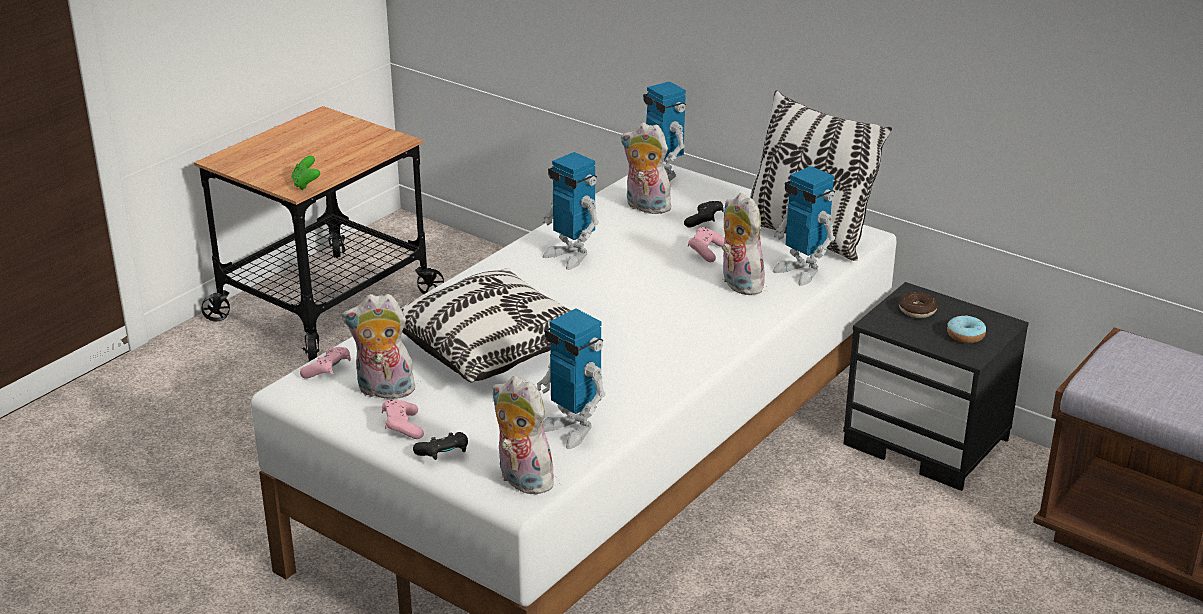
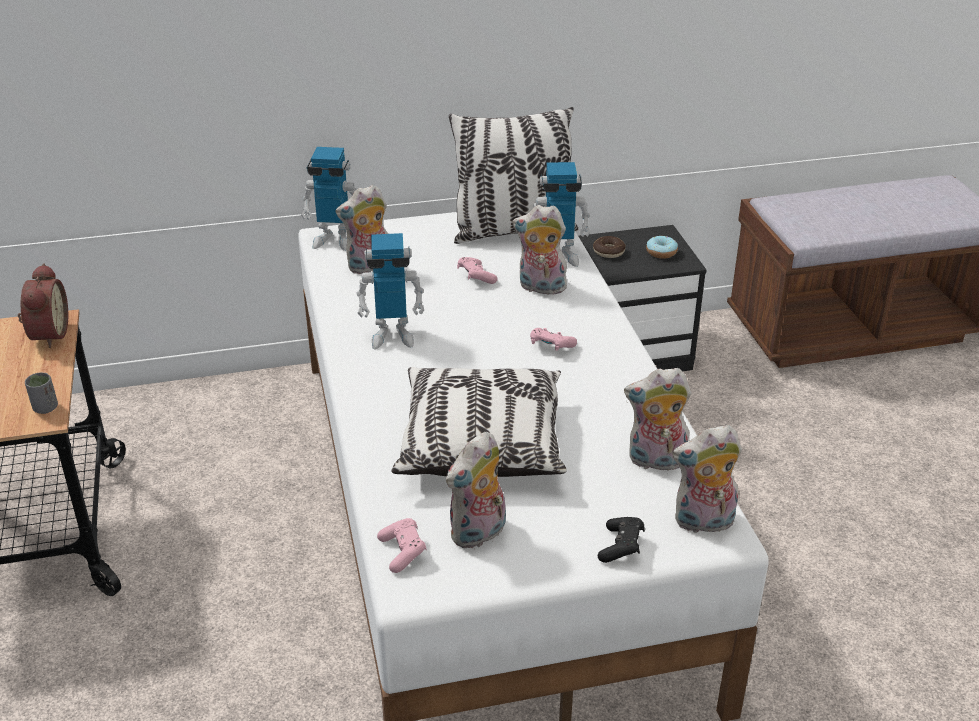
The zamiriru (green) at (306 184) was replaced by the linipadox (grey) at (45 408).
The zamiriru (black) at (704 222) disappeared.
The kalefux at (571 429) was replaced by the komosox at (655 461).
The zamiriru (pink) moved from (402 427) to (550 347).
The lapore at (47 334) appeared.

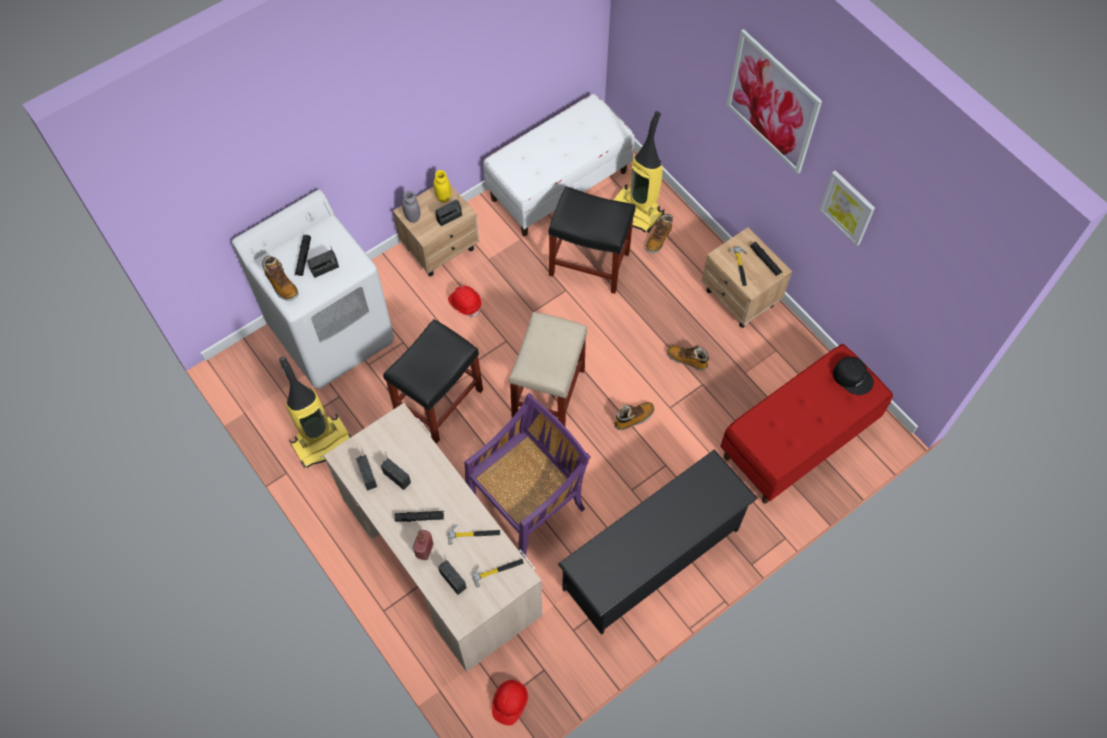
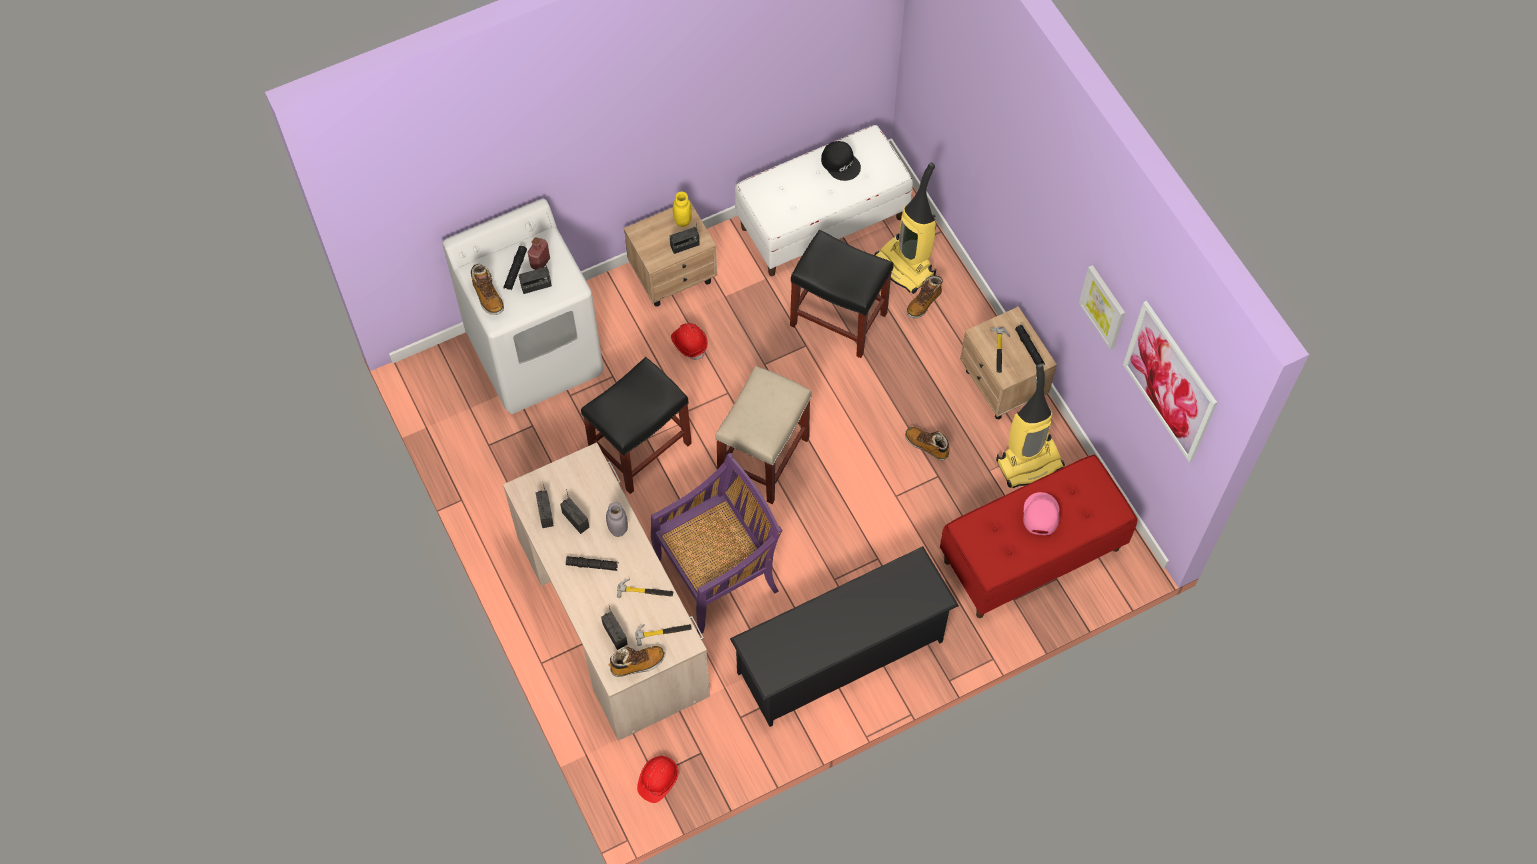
The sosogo moved from (772 102) to (1169 381).
The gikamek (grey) moved from (412 217) to (618 528).
The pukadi moved from (322 441) to (1029 462).
The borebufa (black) moved from (853 377) to (841 163).
The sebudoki moved from (633 418) to (637 664).
The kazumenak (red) moved from (424 550) to (540 262).
The borebufa (pink) at (1040 514) appeared.

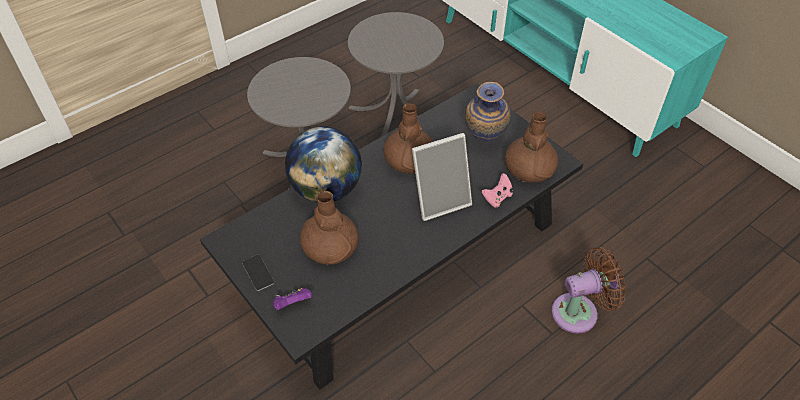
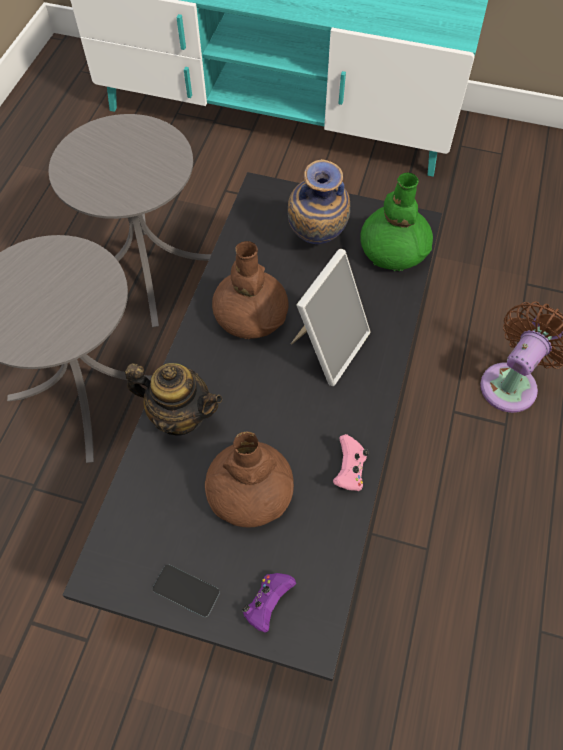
The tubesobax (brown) at (529 169) became the tubesobax (green) at (393 251).
The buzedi at (326 189) was replaced by the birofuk at (180 415).
The zamiriru (pink) moved from (497 198) to (349 471).

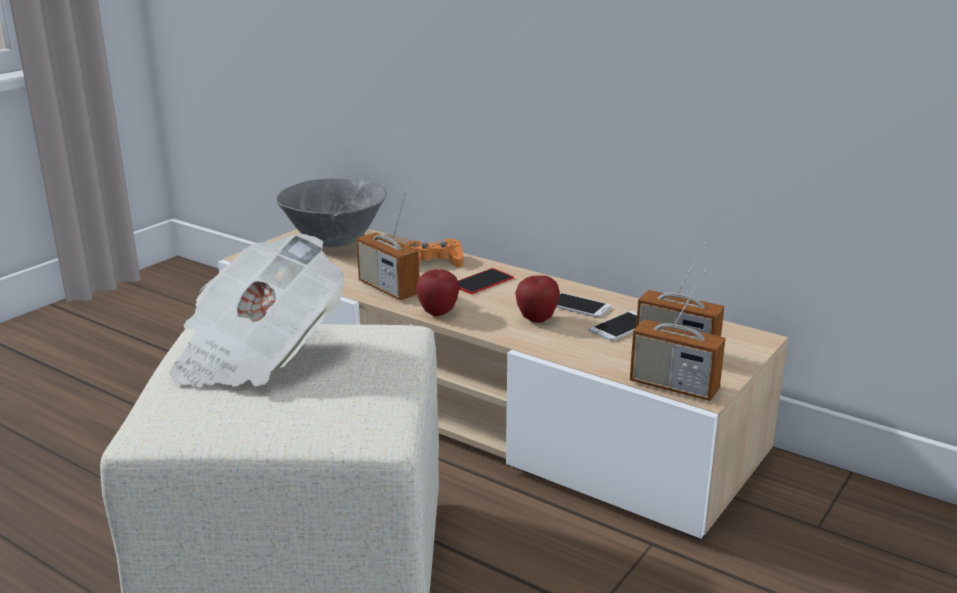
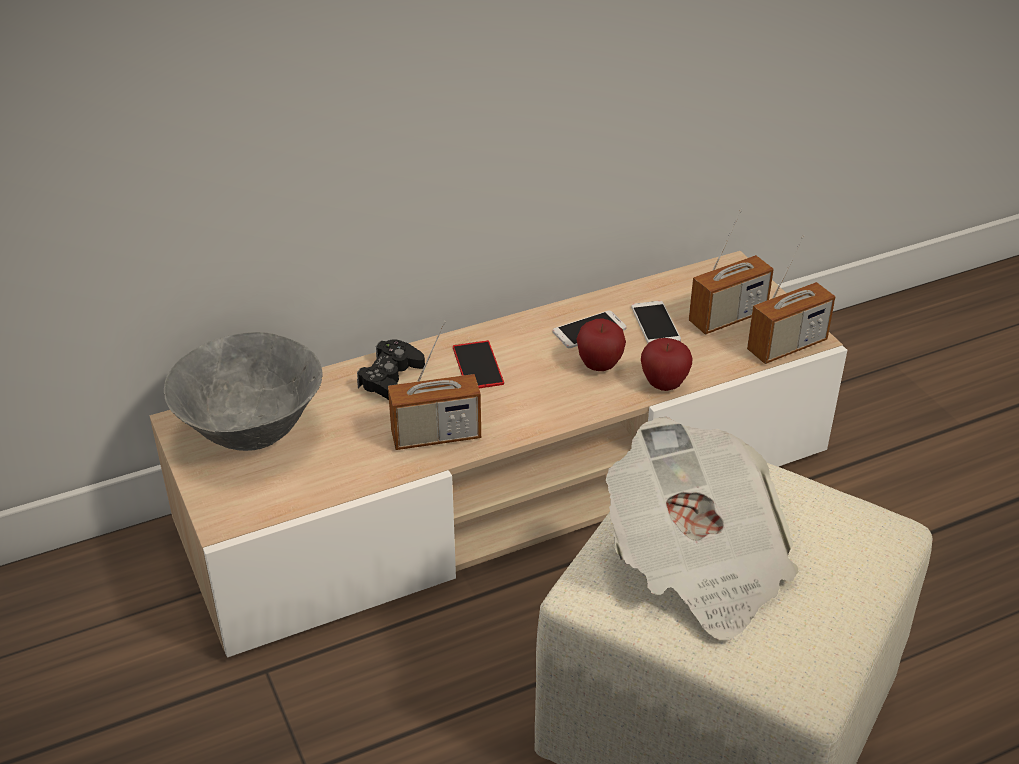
The zamiriru (orange) at (433 261) became the zamiriru (black) at (391 379).
The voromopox moved from (438 313) to (664 385).

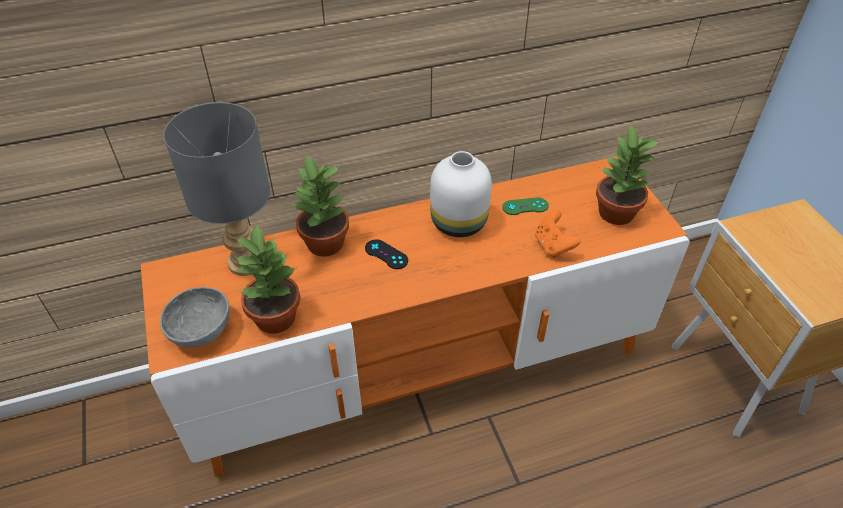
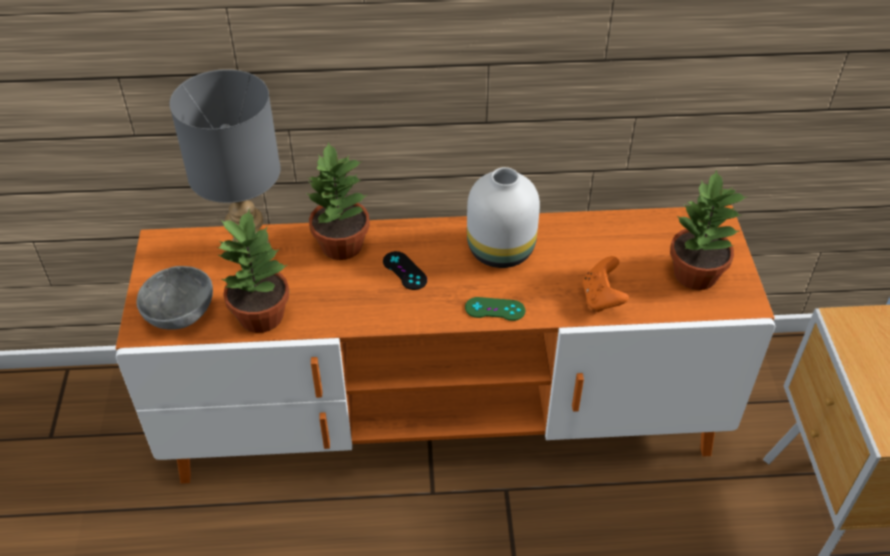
The zamiriru (green) moved from (525 206) to (495 309).

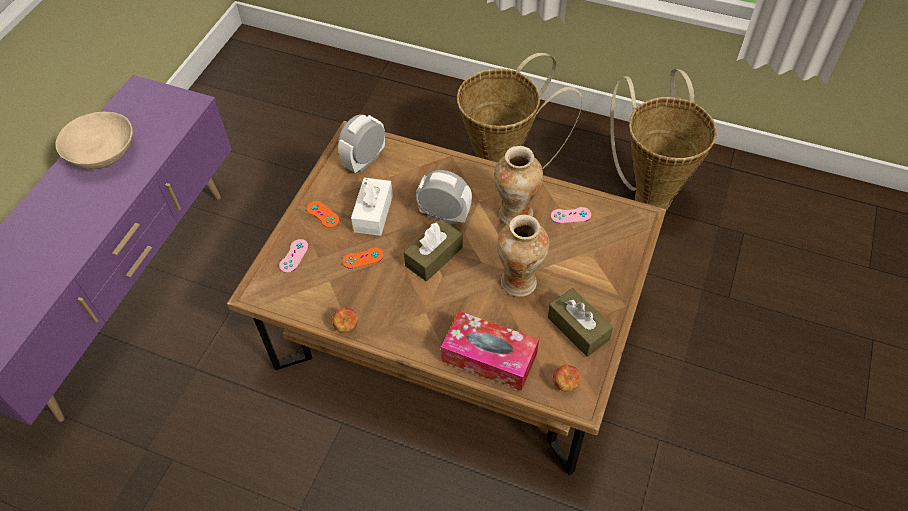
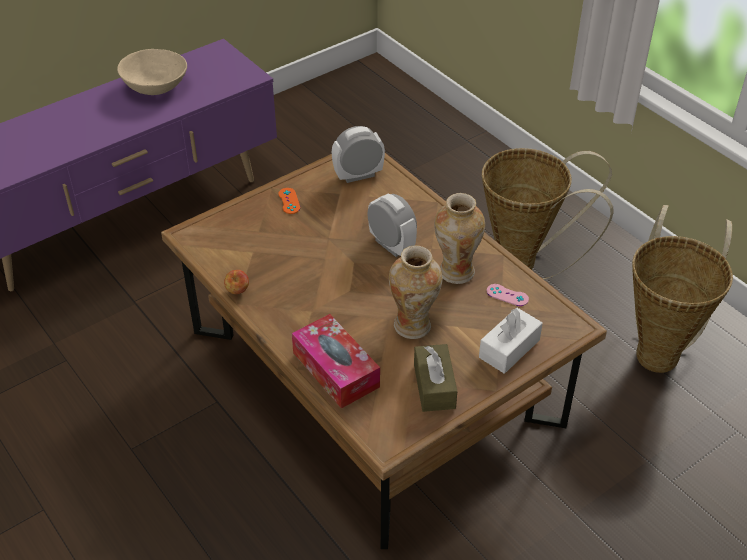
The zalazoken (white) moved from (373 213) to (509 349).
The zalazoken (brown) at (434 256) disappeared.
The zamiriru (pink) at (294 256) disappeared.
The zamiriru (orange) at (363 258) disappeared.
The voromopox at (565 384) disappeared.

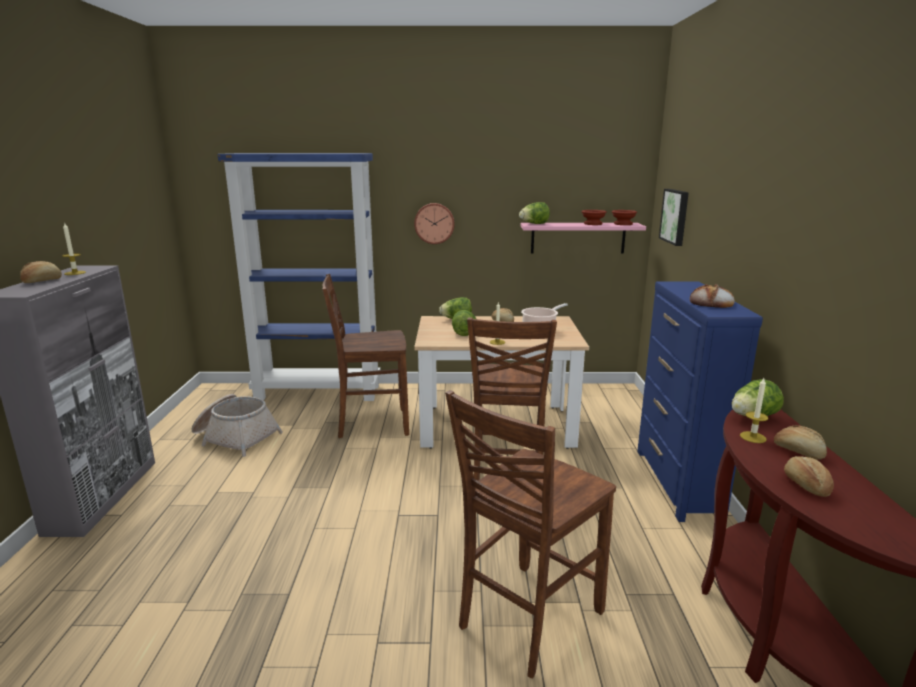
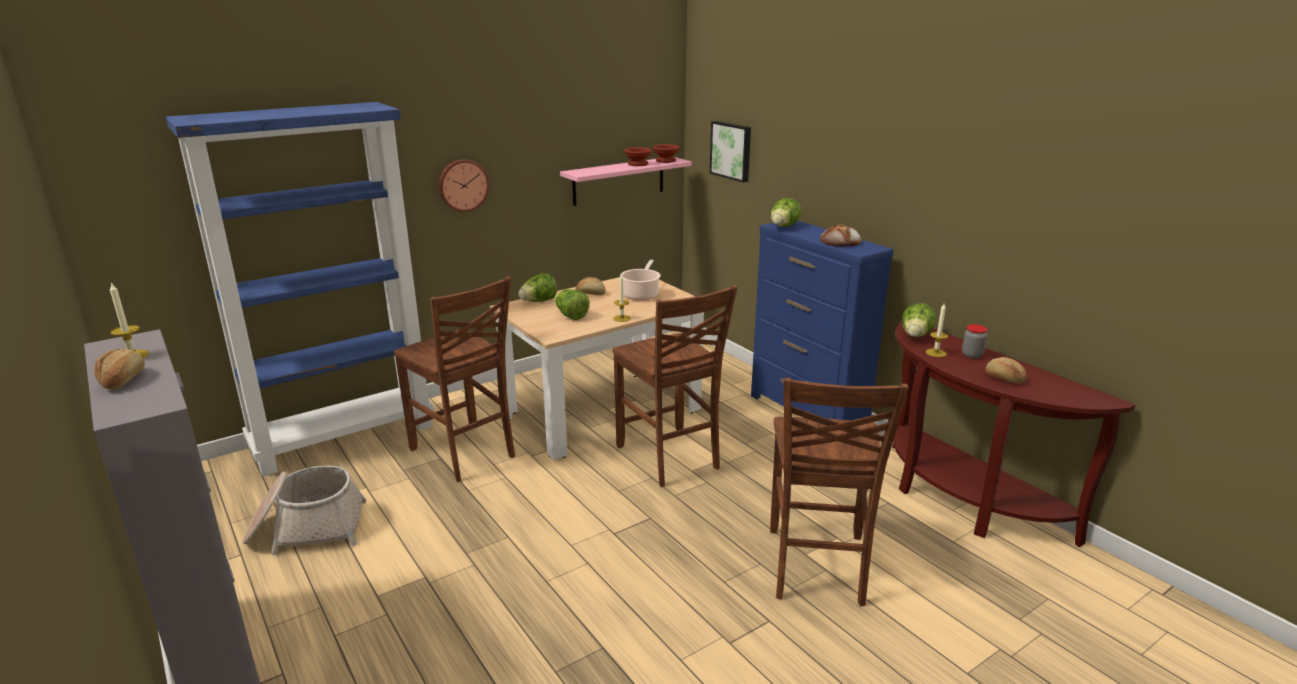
The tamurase moved from (534 224) to (783 227).
The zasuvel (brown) at (371 424) turned 90 degrees counterclockwise.
The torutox at (798 451) was replaced by the gikamek at (972 355).

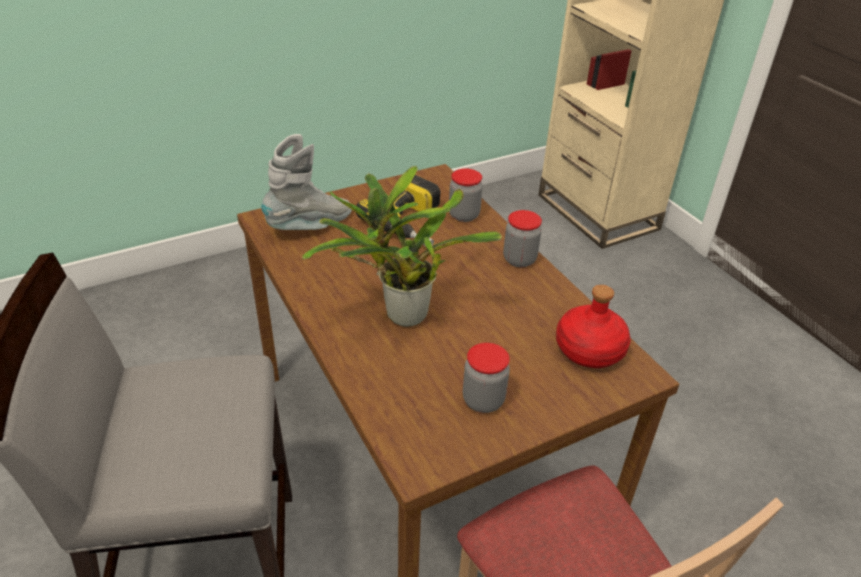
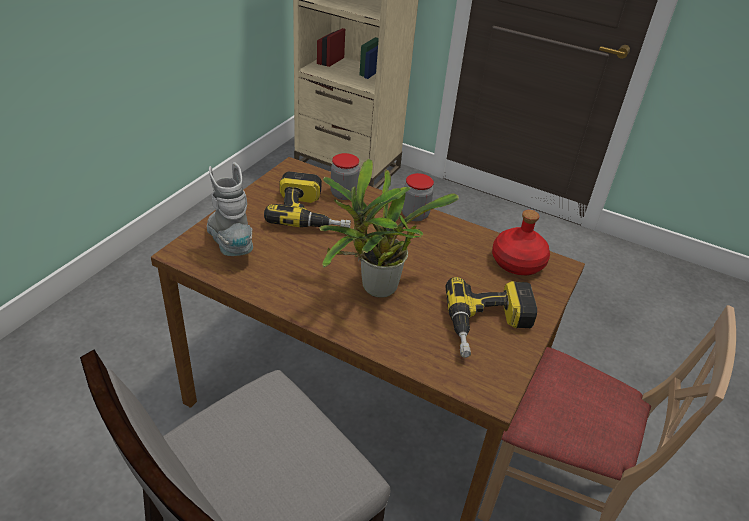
The sebudoki (grey) at (311 226) turned 45 degrees counterclockwise.
The gikamek at (483 400) was replaced by the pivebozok at (489 327).

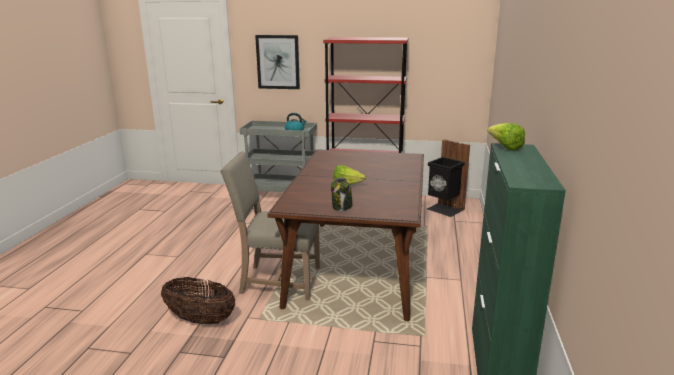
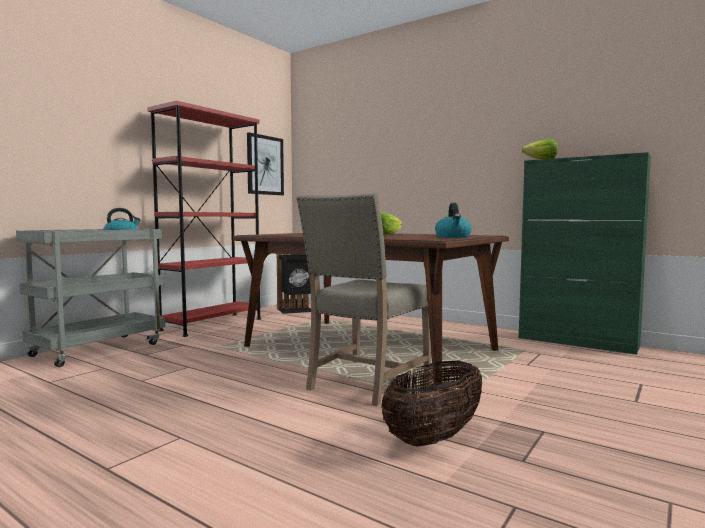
The sosogo moved from (278 62) to (265 165).
The gikamek at (342 207) was replaced by the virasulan at (453 237).

